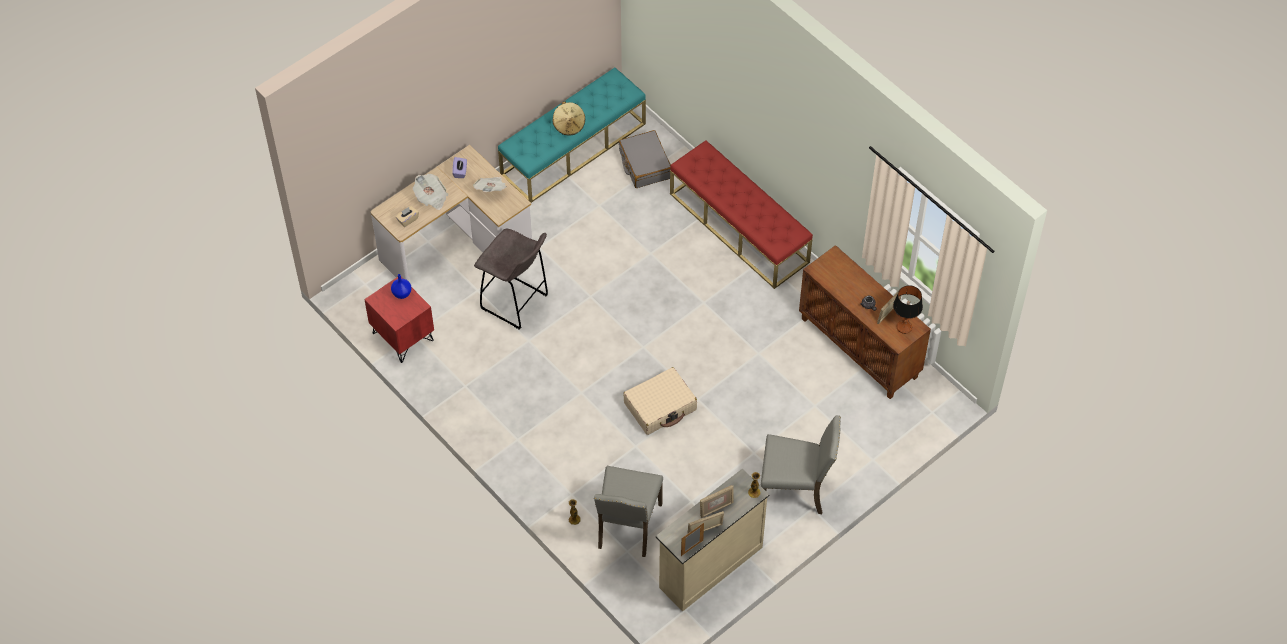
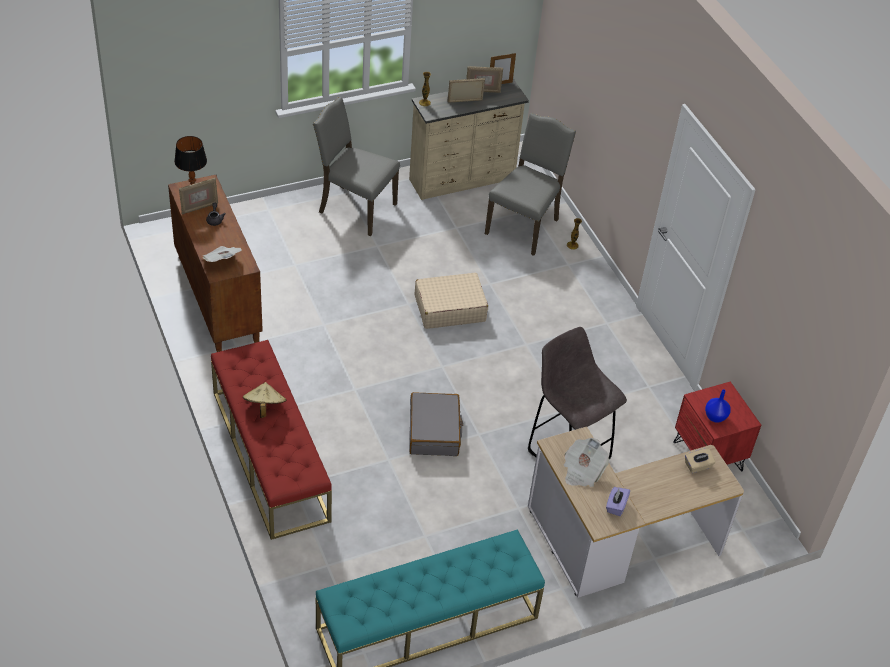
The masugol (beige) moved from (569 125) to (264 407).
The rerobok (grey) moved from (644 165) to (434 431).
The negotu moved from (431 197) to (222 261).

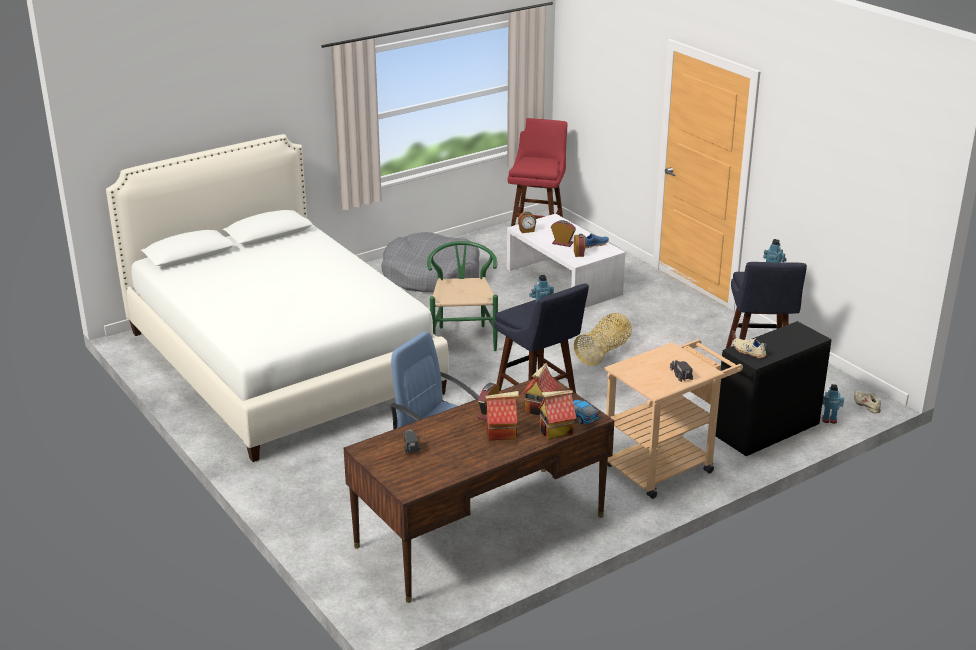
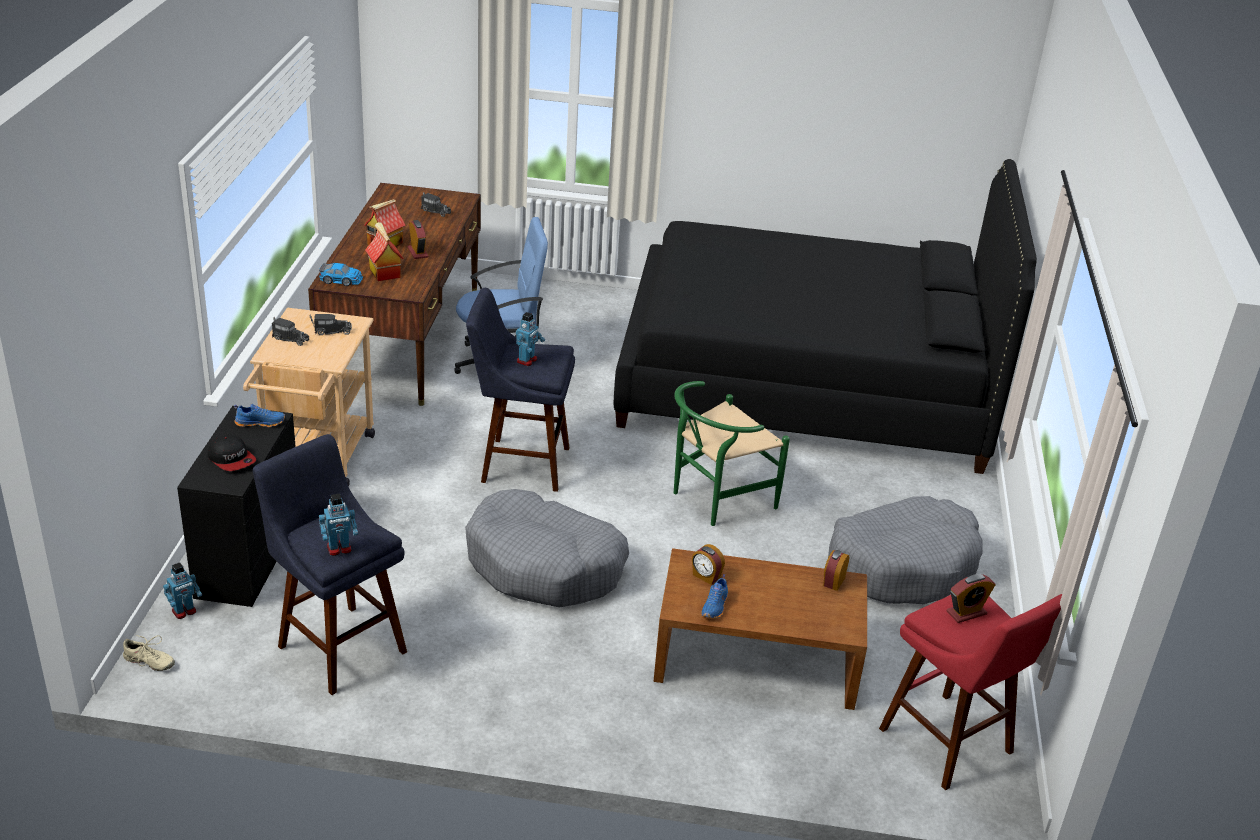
The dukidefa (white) at (282 361) became the dukidefa (black) at (805 382).
The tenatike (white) at (563 282) became the tenatike (brown) at (756 657).
The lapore moved from (562 243) to (966 613).
The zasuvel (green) at (463 336) turned 105 degrees clockwise.
The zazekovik at (604 352) was replaced by the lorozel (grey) at (545 565).
The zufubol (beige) at (748 352) became the zufubol (blue) at (260 422).
The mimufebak at (556 431) disappeared.
The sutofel at (331 331) appeared.
The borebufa at (232 459) appeared.

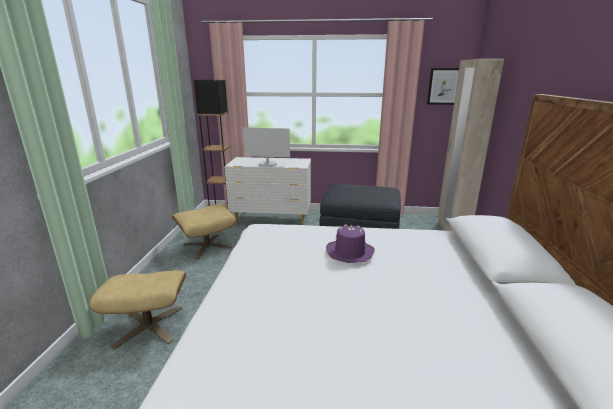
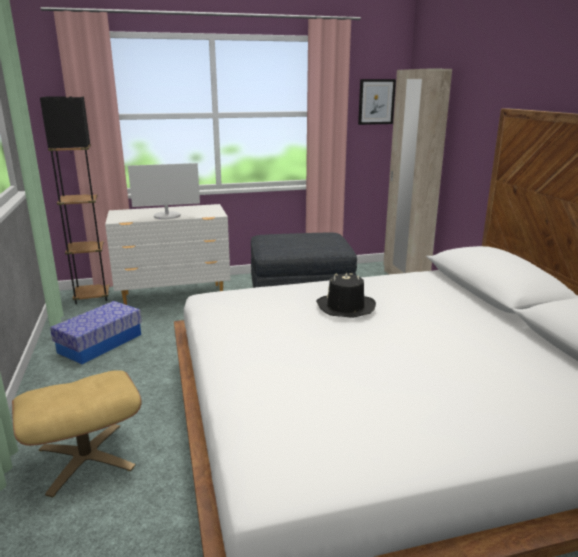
The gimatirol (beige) at (207 246) was replaced by the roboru at (100 343).
The masugol (purple) at (349 252) became the masugol (black) at (345 307).

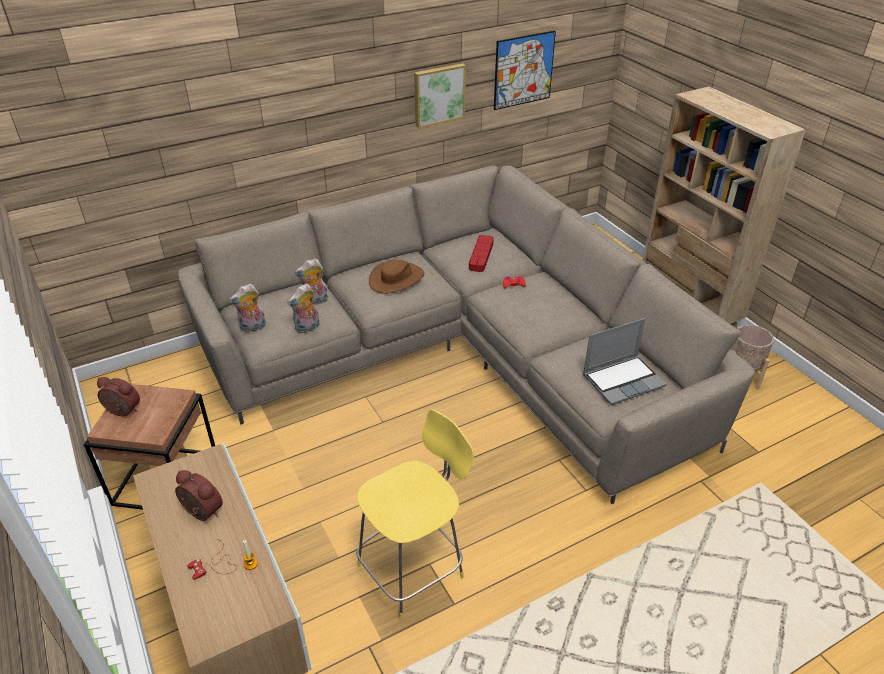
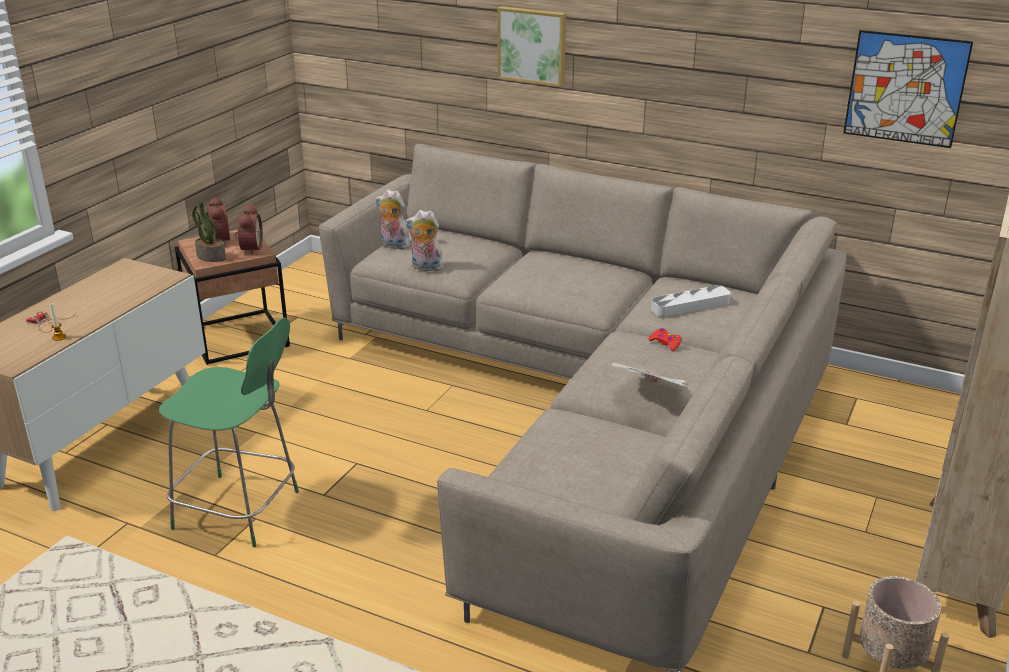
The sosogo moved from (438 94) to (532 45).
The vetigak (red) at (481 256) became the vetigak (grey) at (690 305).
The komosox at (315 301) disappeared.
The masugol (brown) at (396 279) disappeared.
The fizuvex at (623 380) disappeared.
The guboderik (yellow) at (413 569) became the guboderik (green) at (240 511).
The lapore moved from (201 513) to (249 248).
The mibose at (210 257) appeared.
The negotu at (652 394) appeared.

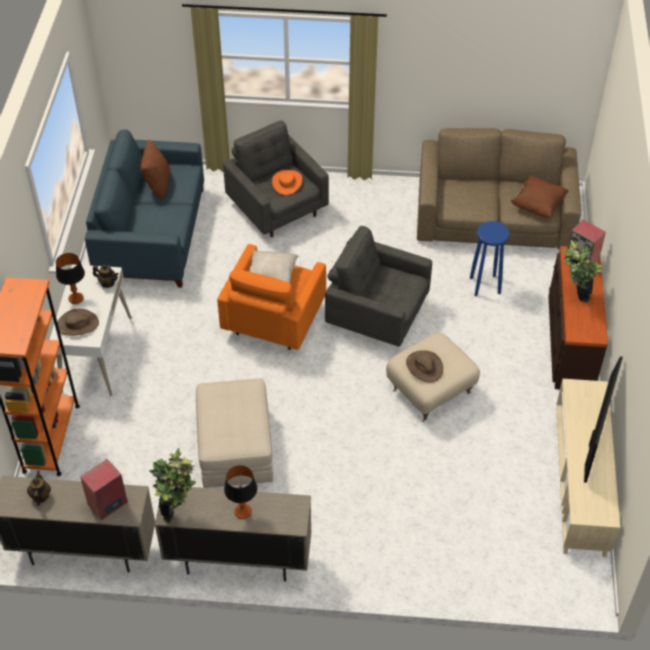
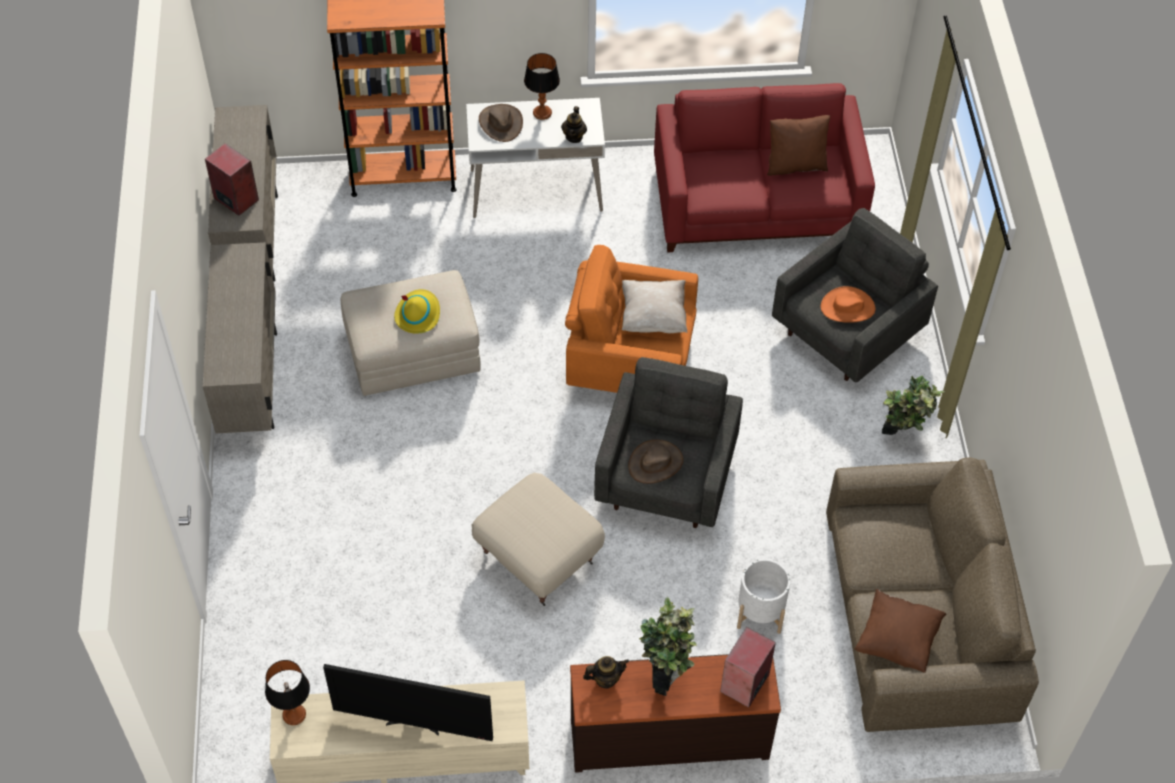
The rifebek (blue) at (152 233) became the rifebek (red) at (757 203).
The guboderik (blue) at (485 285) was replaced by the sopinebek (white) at (760 612).
The masugol (brown) moved from (424 367) to (655 463).
The mibose moved from (177 509) to (902 437).
The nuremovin moved from (243 512) to (294 715).
The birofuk moved from (40 496) to (605 679).
The masugol (yellow) at (418 314) appeared.

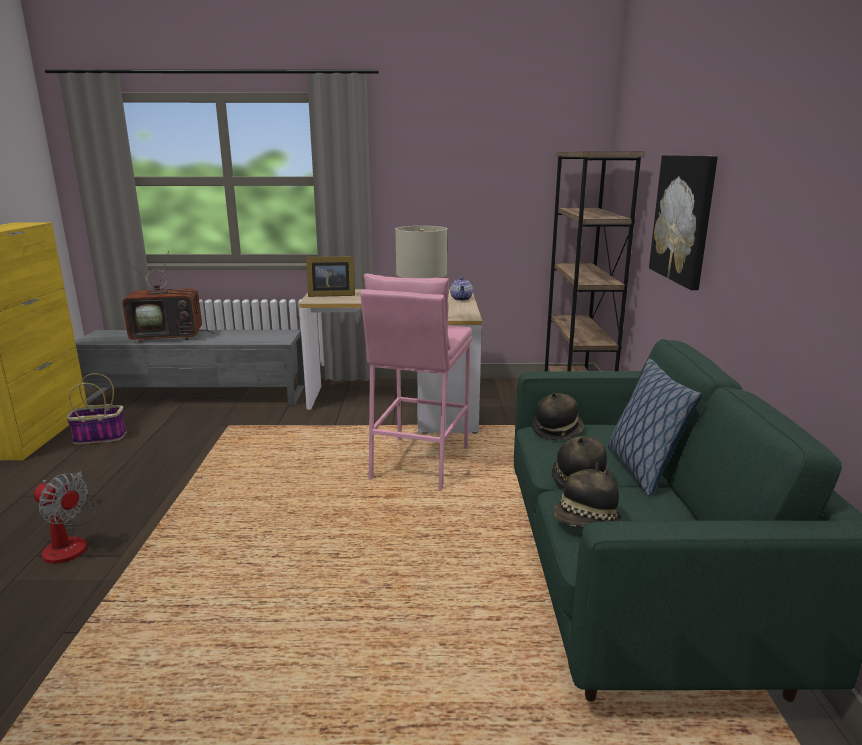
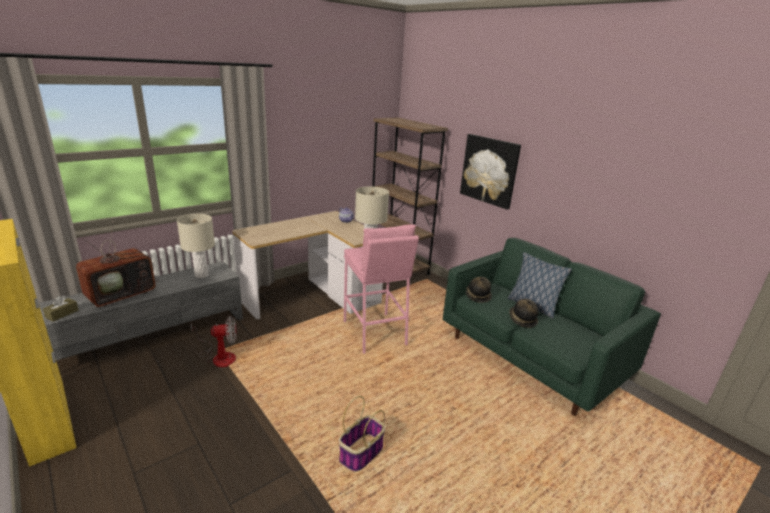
The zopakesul at (330 295) disappeared.
The zazekovik moved from (98 437) to (361 454).
The masugol at (586 522) disappeared.
The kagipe moved from (69 542) to (219 356).
The nuremovin (beige) at (201 275) appeared.
The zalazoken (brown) at (62 314) appeared.

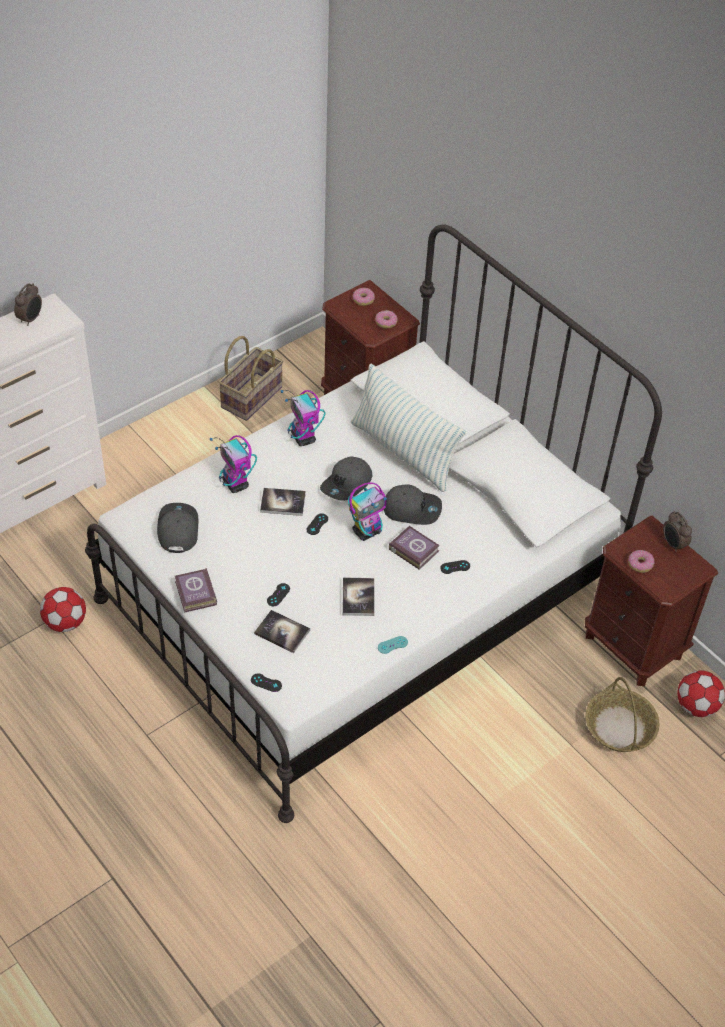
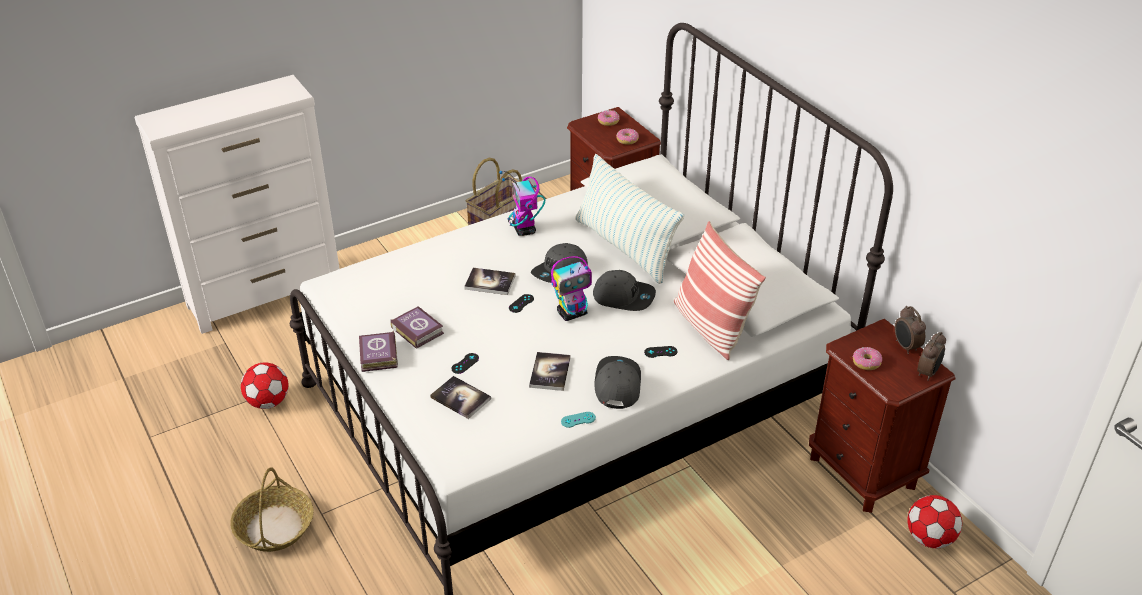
The lapore moved from (31 319) to (928 373).
The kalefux at (236 484) disappeared.
The borebufa (grey) moved from (177 530) to (617 385).
The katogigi moved from (413 549) to (417 330).
The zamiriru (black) at (266 683) disappeared.
The zazekovik moved from (620 728) to (275 527).
The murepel at (710 327) appeared.

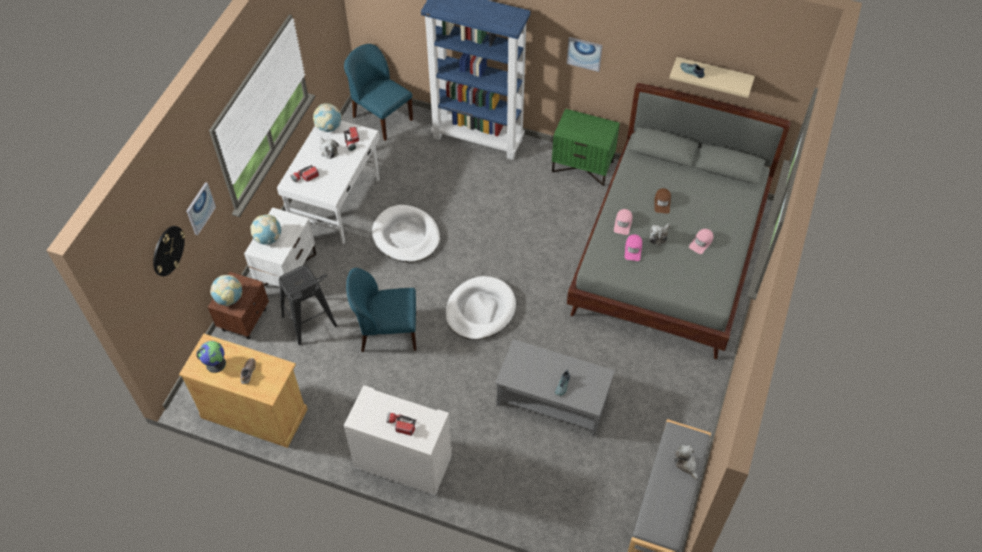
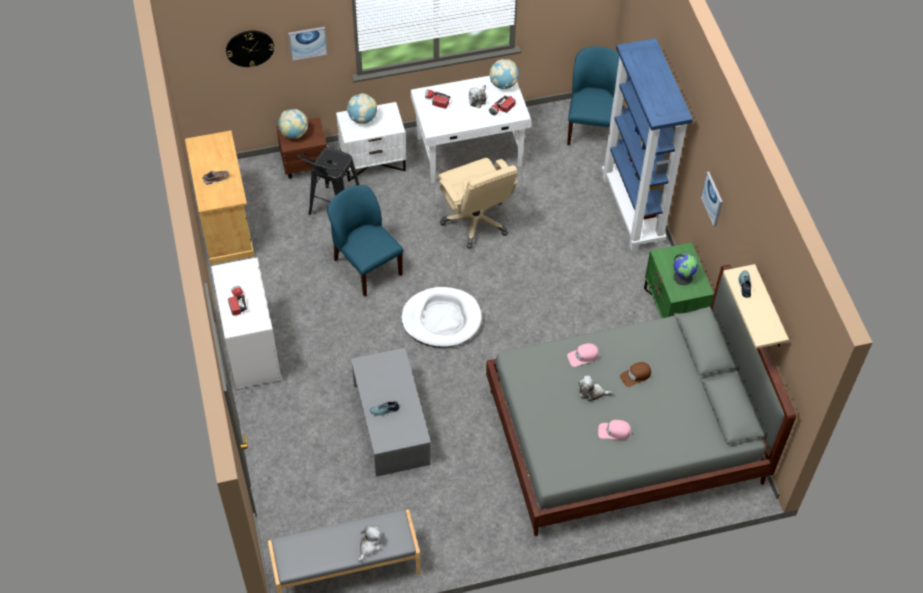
The lorozel (white) at (406 236) was replaced by the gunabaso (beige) at (476 221).
The borebufa (pink) at (633 249) disappeared.
The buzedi moved from (216 363) to (683 277).

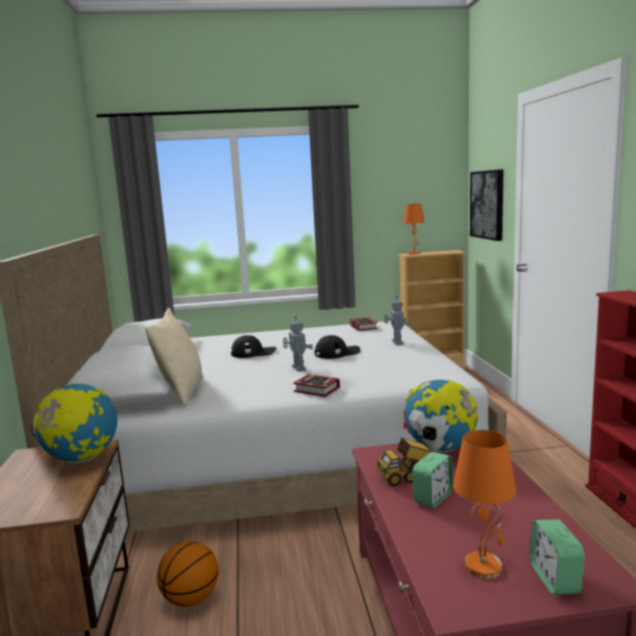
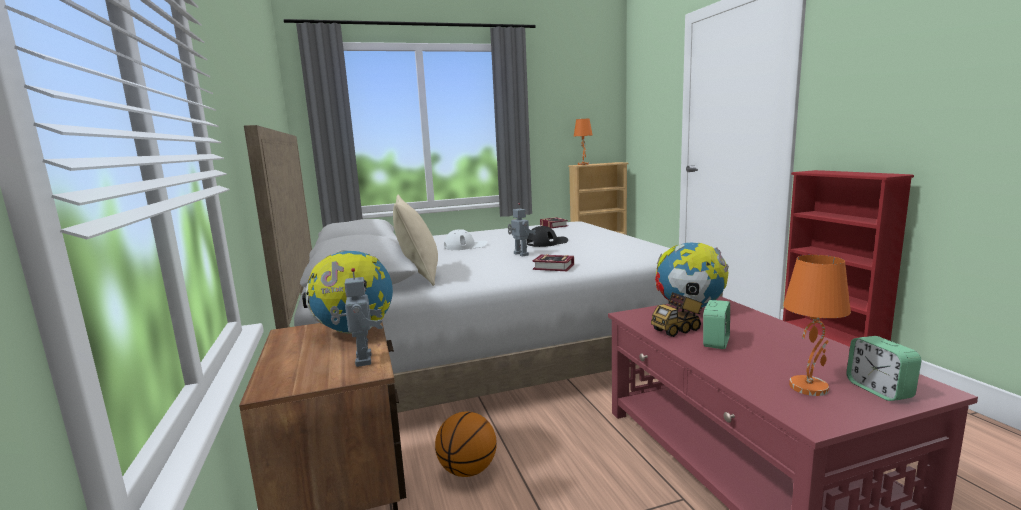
The sosogo at (487 204) disappeared.
The kalefux moved from (396 343) to (361 360).
The borebufa (black) at (253 353) became the borebufa (white) at (465 246).

